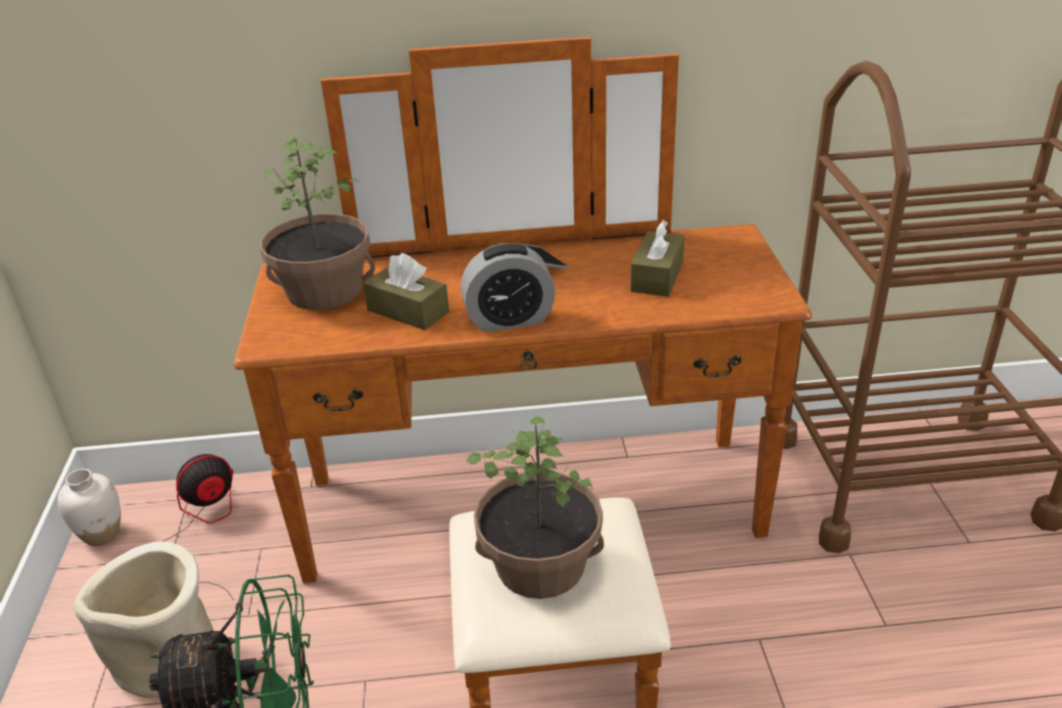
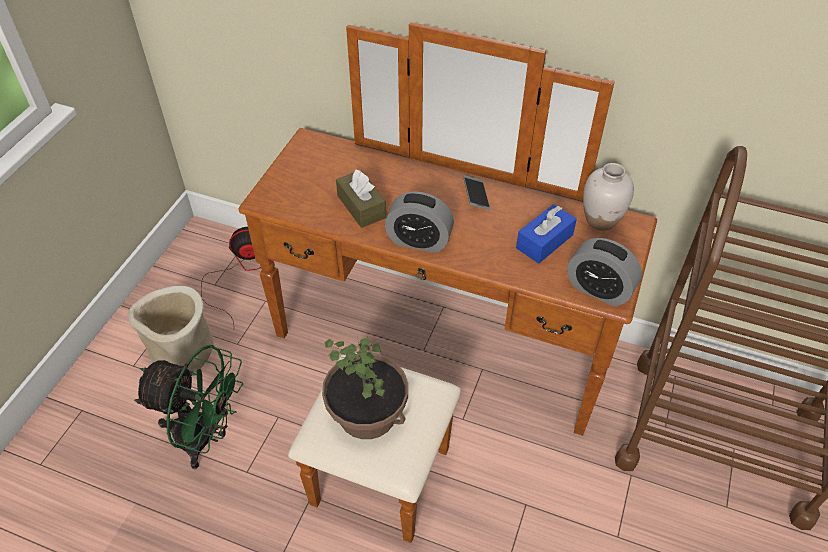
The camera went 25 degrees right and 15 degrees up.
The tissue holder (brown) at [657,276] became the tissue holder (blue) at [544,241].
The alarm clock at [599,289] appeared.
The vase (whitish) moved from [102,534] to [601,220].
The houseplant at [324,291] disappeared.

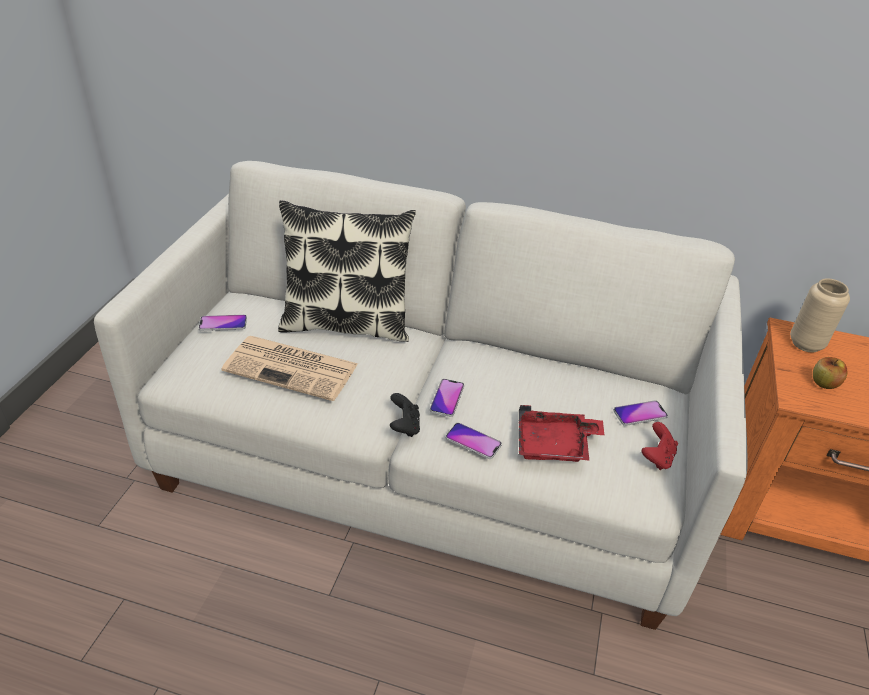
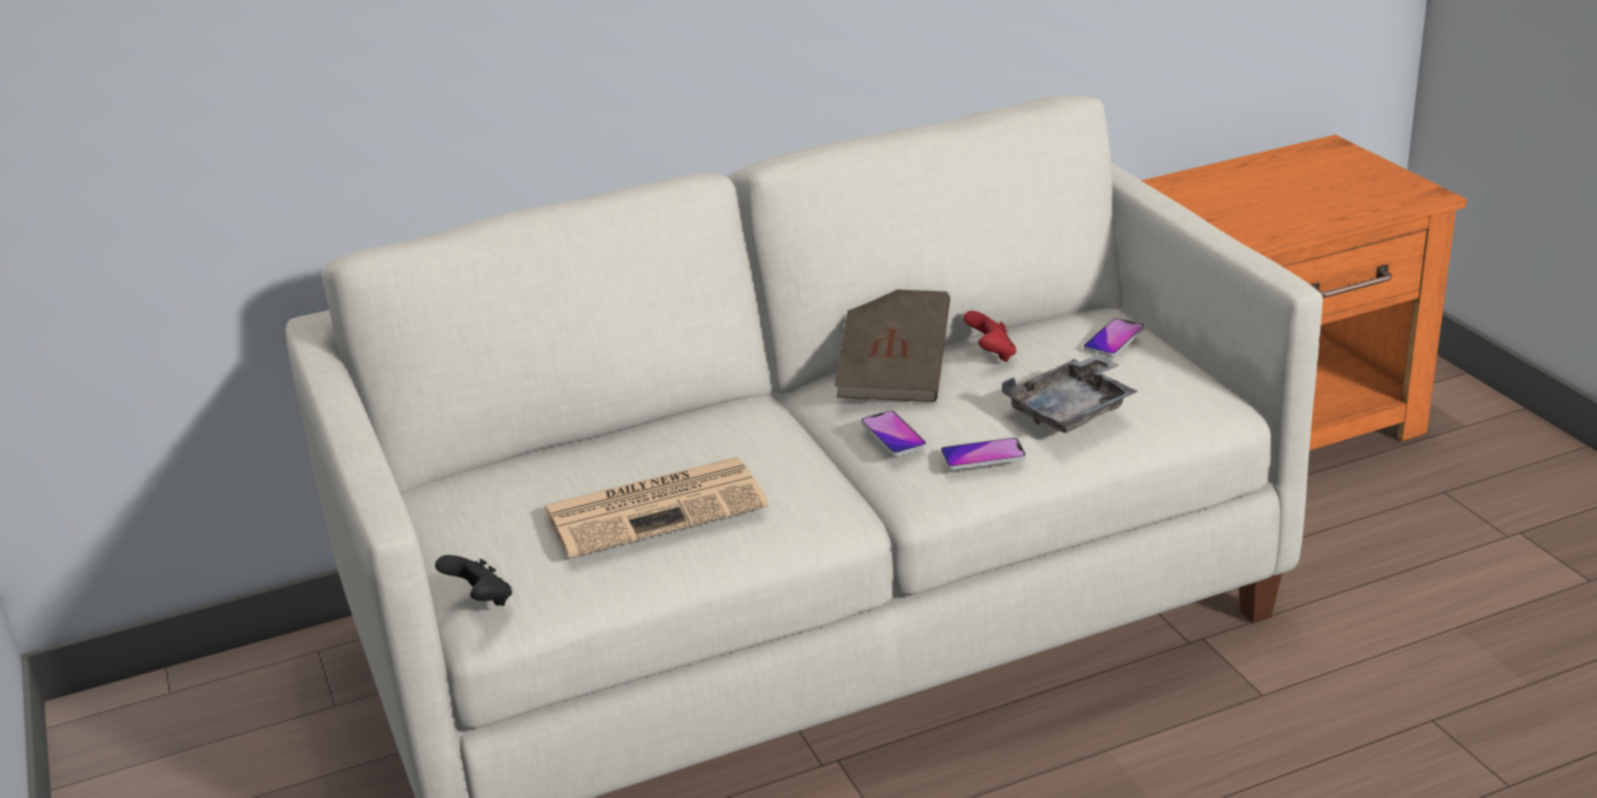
The camera went 35 degrees left and 10 degrees down.
The gamepad (blackish) moved from [404,426] to [481,601].
The volume (brown) at [895,374] appeared.
The gamepad (red) moved from [657,458] to [991,354].
The serving tray (red) at [554,445] became the serving tray (grey) at [1072,410].
The handset at [223,323] disappeared.
The throw pillow at [346,323] disappeared.
The vase (beige) at [806,344] disappeared.
The apple at [824,383] disappeared.

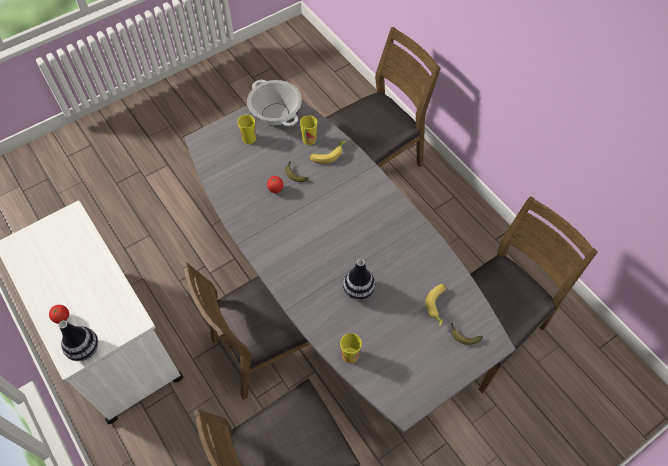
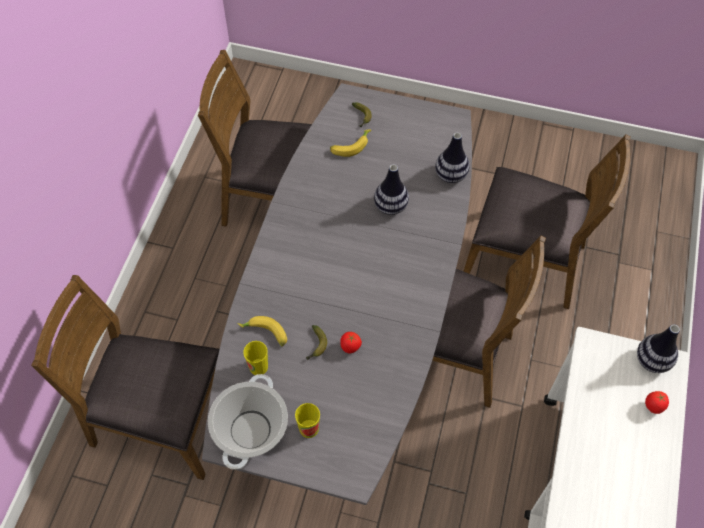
The camera went 130 degrees left and 0 degrees up.
The drinking cup at [350,355] was replaced by the vase at [450,175].

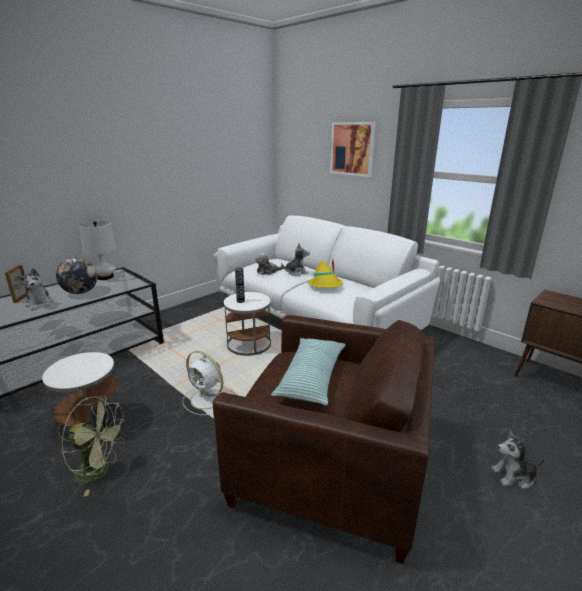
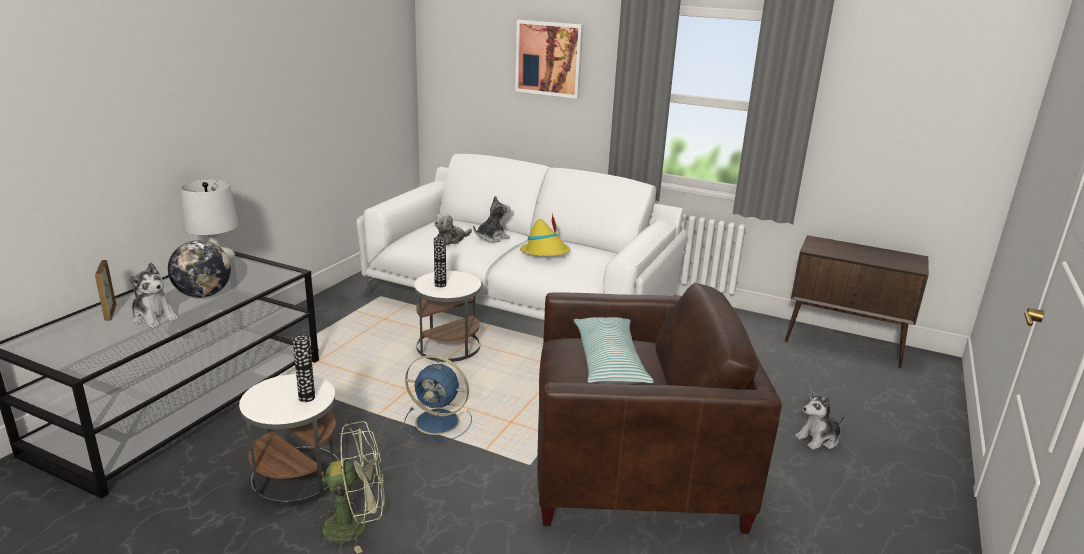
The camera went 20 degrees left and 0 degrees up.
The vase at [307,397] appeared.
The electric fan (whitish) at [208,399] became the electric fan (blue) at [439,422].

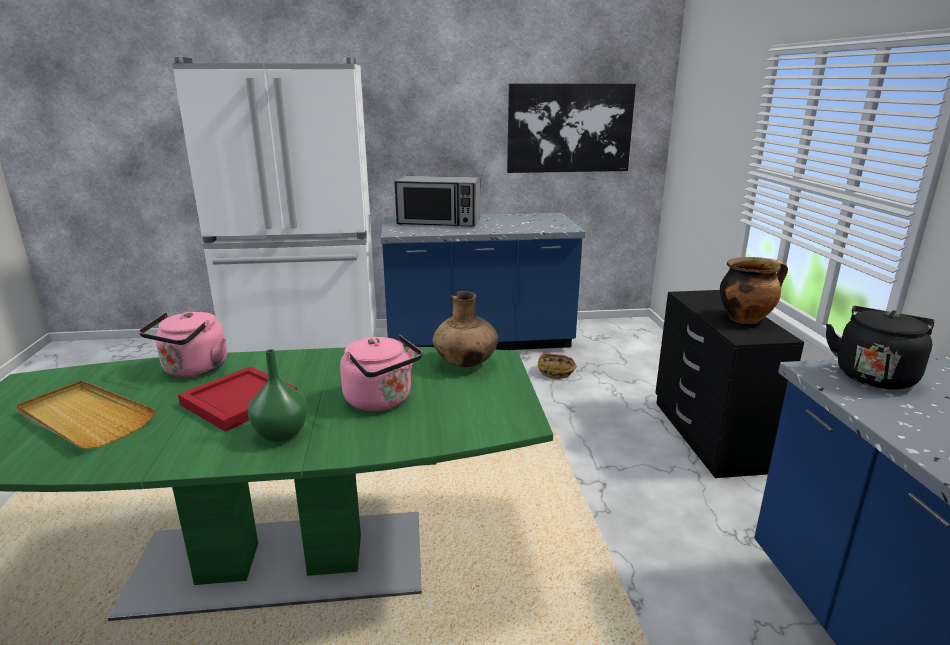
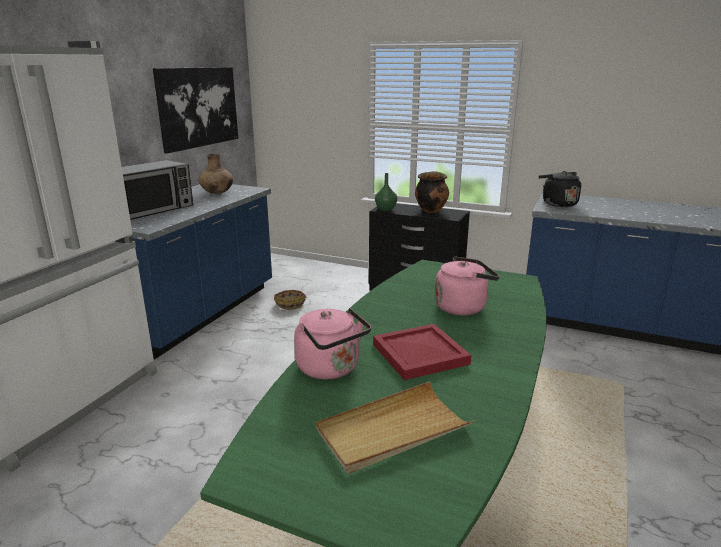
The camera went 60 degrees left and 0 degrees up.
The vase (brown) moved from [466,363] to [217,193].
The vase (green) moved from [280,434] to [385,209].

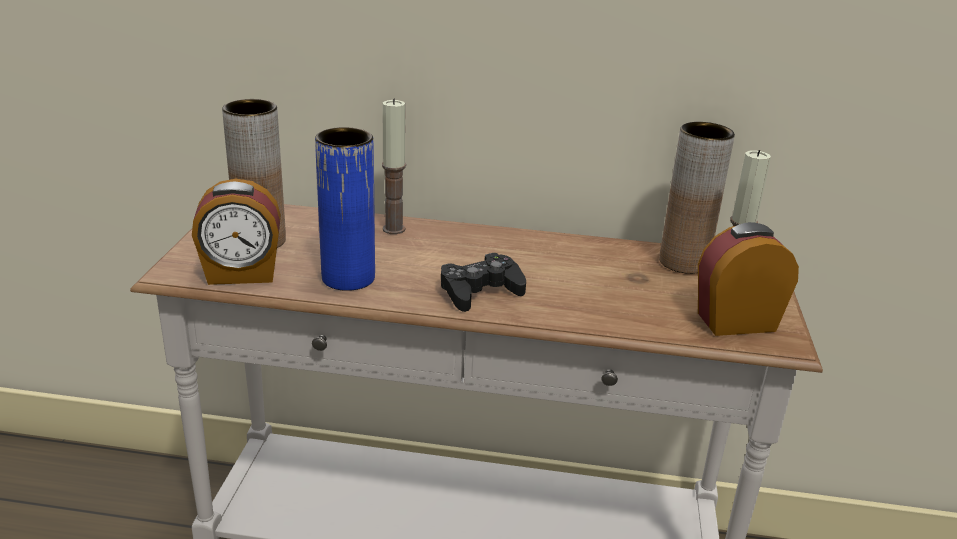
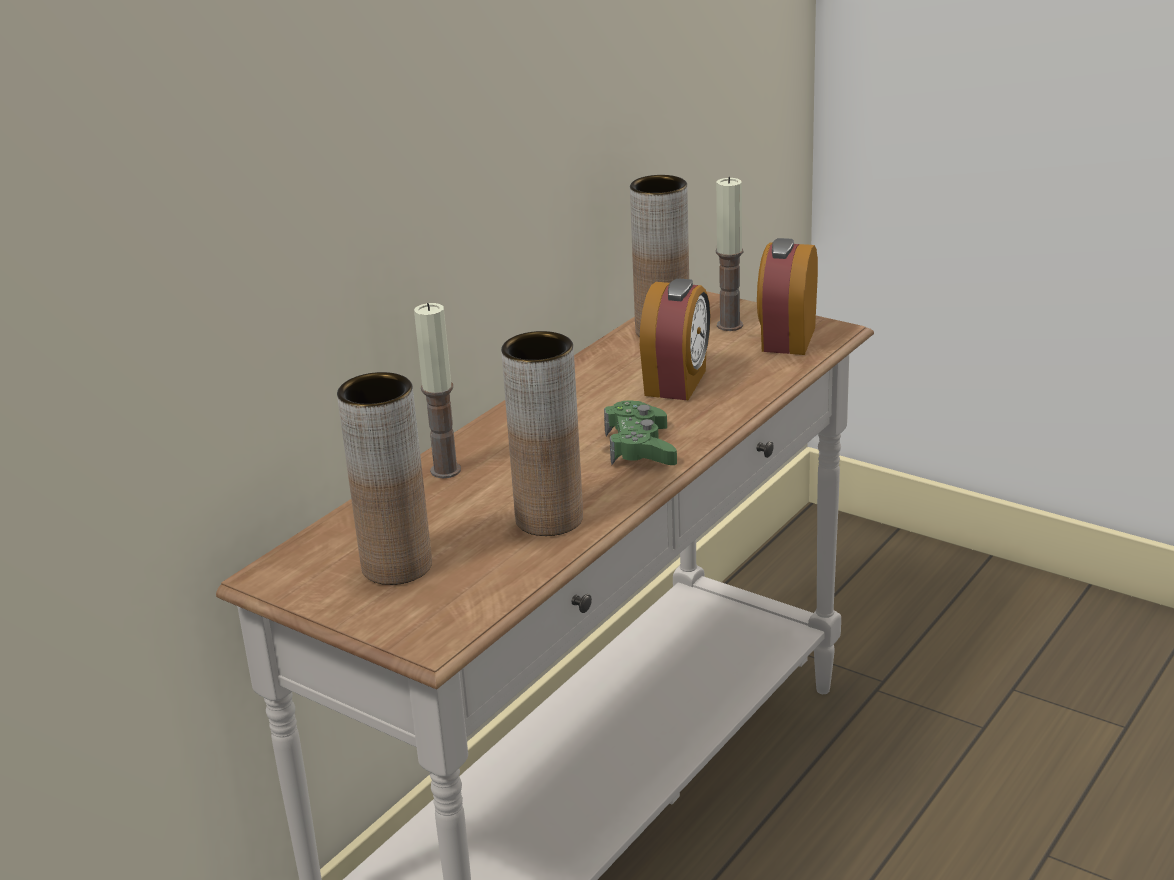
The camera went 60 degrees left and 0 degrees up.
The vase (blue) at [348,278] became the vase (brown) at [549,519].
The gamepad (blackish) at [480,291] became the gamepad (green) at [640,447].
The alarm clock moved from [242,274] to [677,383].

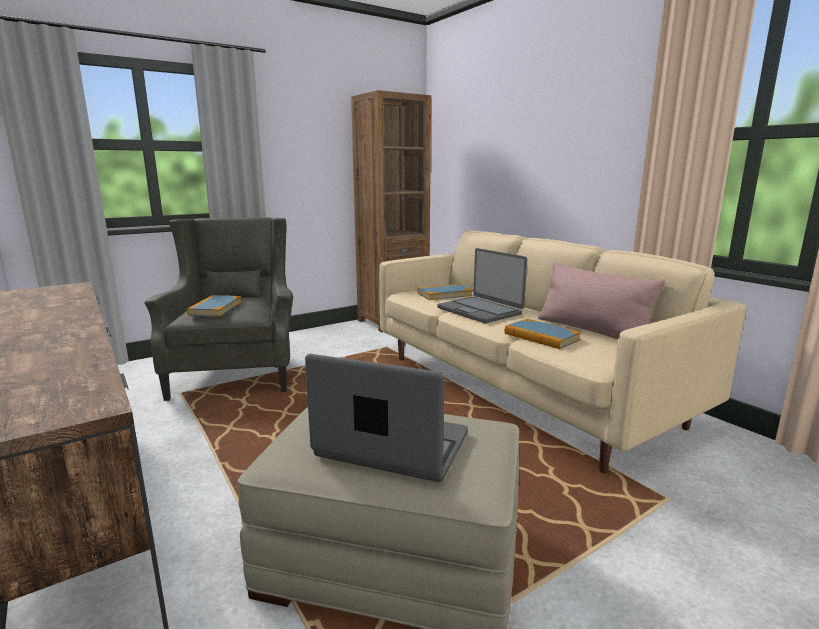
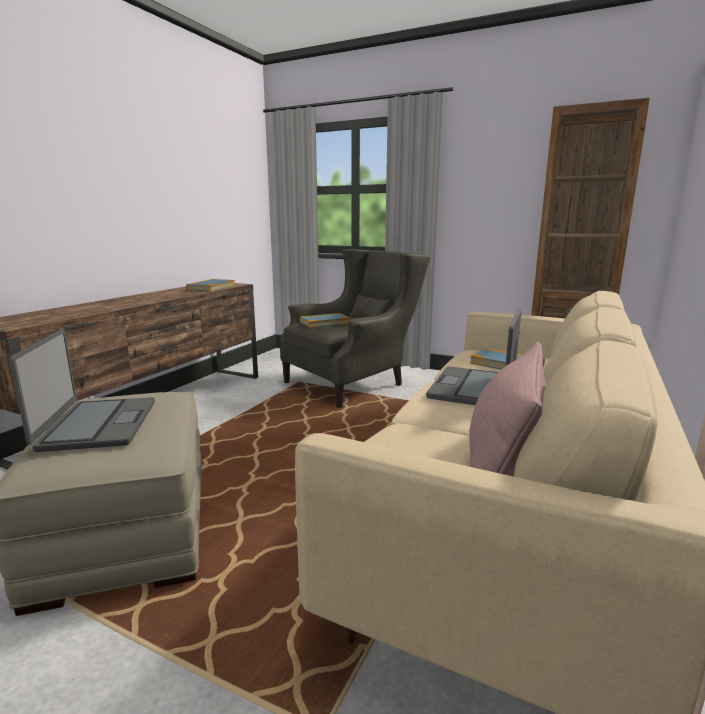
The camera went 60 degrees right and 0 degrees up.
The volume moved from [541,337] to [211,287].

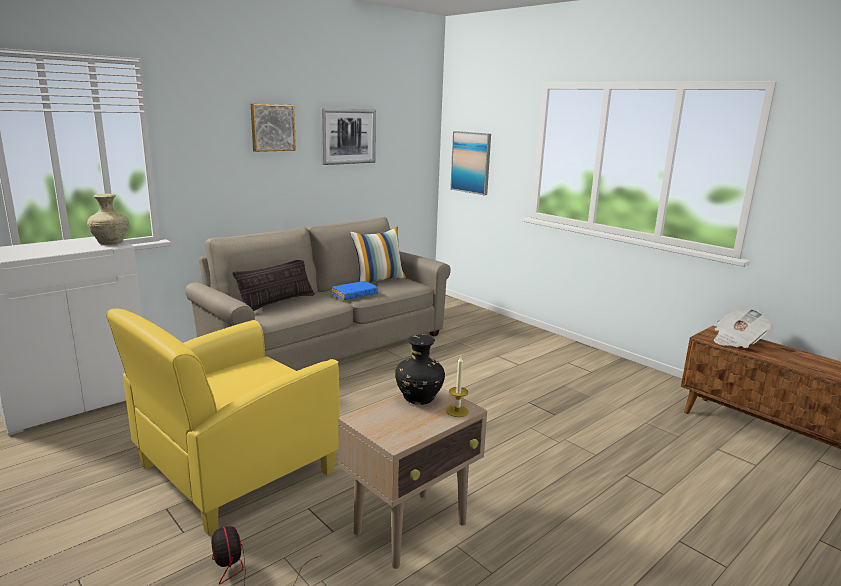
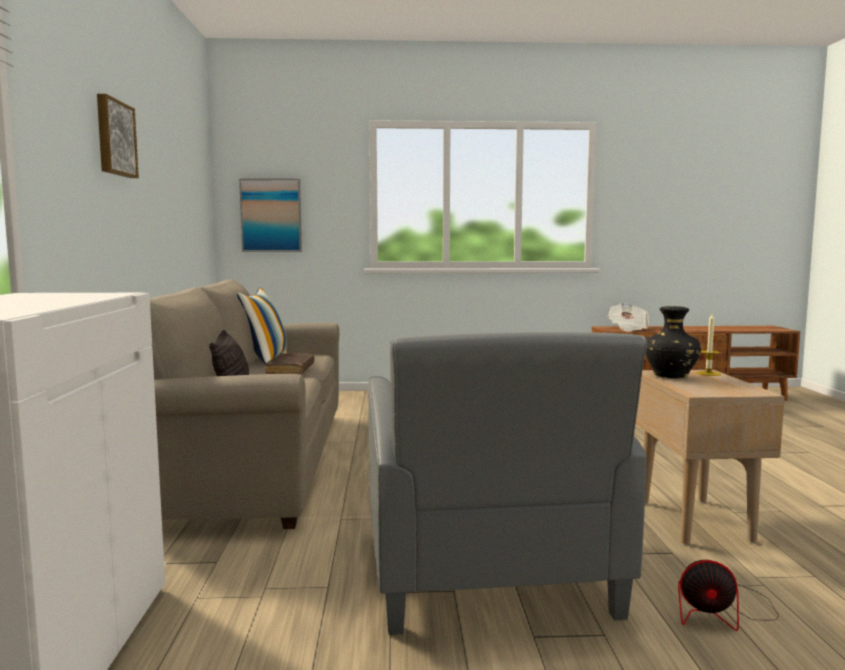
The camera went 50 degrees left and 10 degrees down.
The volume (blue) at [354,295] became the volume (brown) at [290,371].
The armchair (yellow-coloured) at [234,470] became the armchair (grey) at [487,574].
The vase (beige) at [111,242] disappeared.
The wall art at [348,136] disappeared.

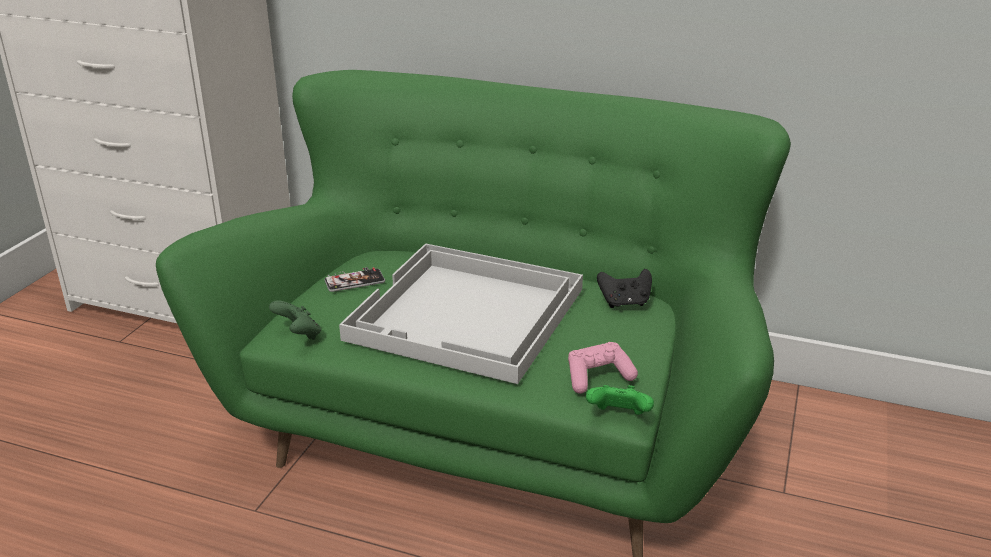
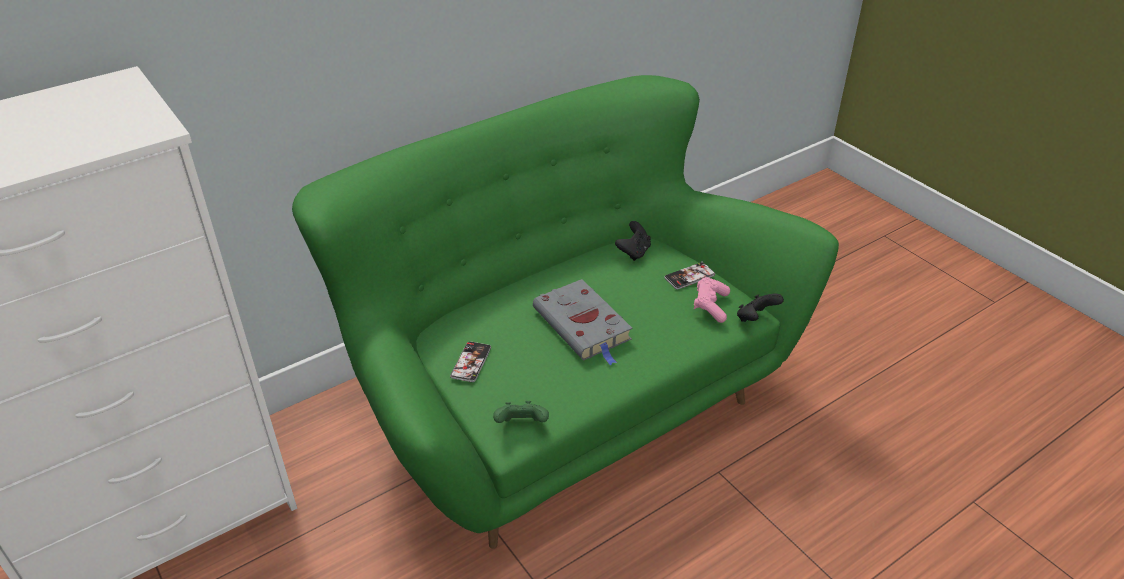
The camera went 55 degrees left and 10 degrees up.
The serving tray (whitish) at [467,315] was replaced by the volume (grey) at [584,326].
The handset at [689,276] appeared.
The gamepad (green) at [619,416] became the gamepad (blackish) at [755,319].

